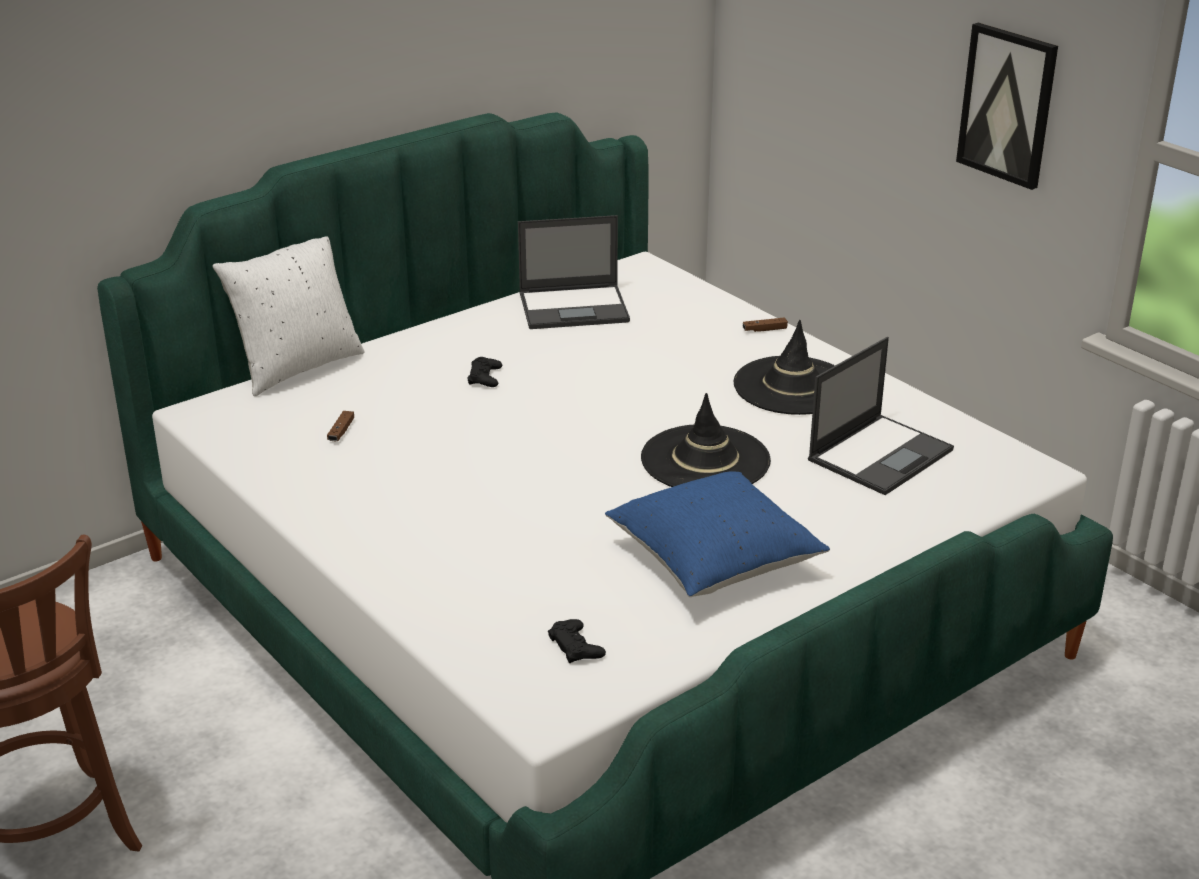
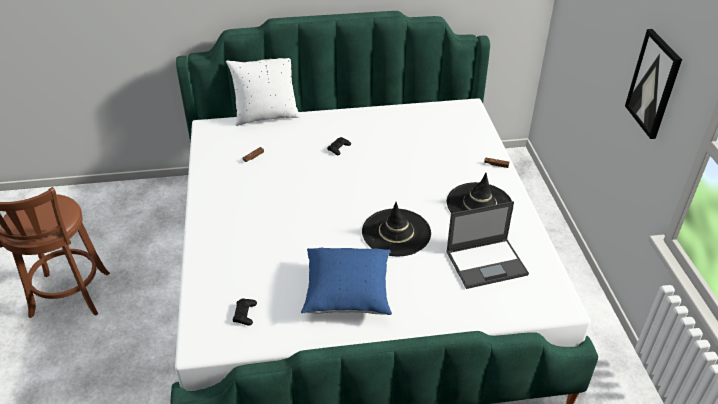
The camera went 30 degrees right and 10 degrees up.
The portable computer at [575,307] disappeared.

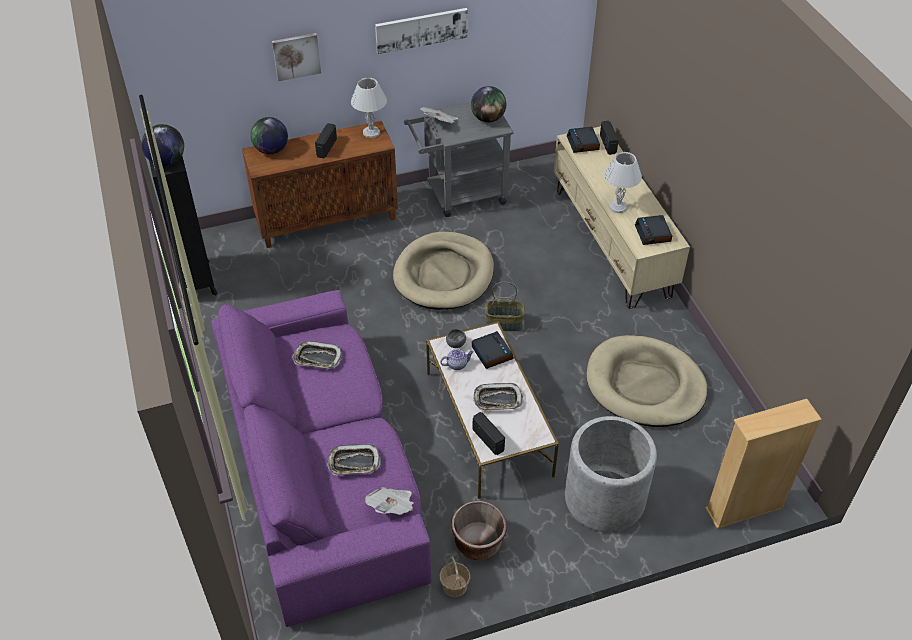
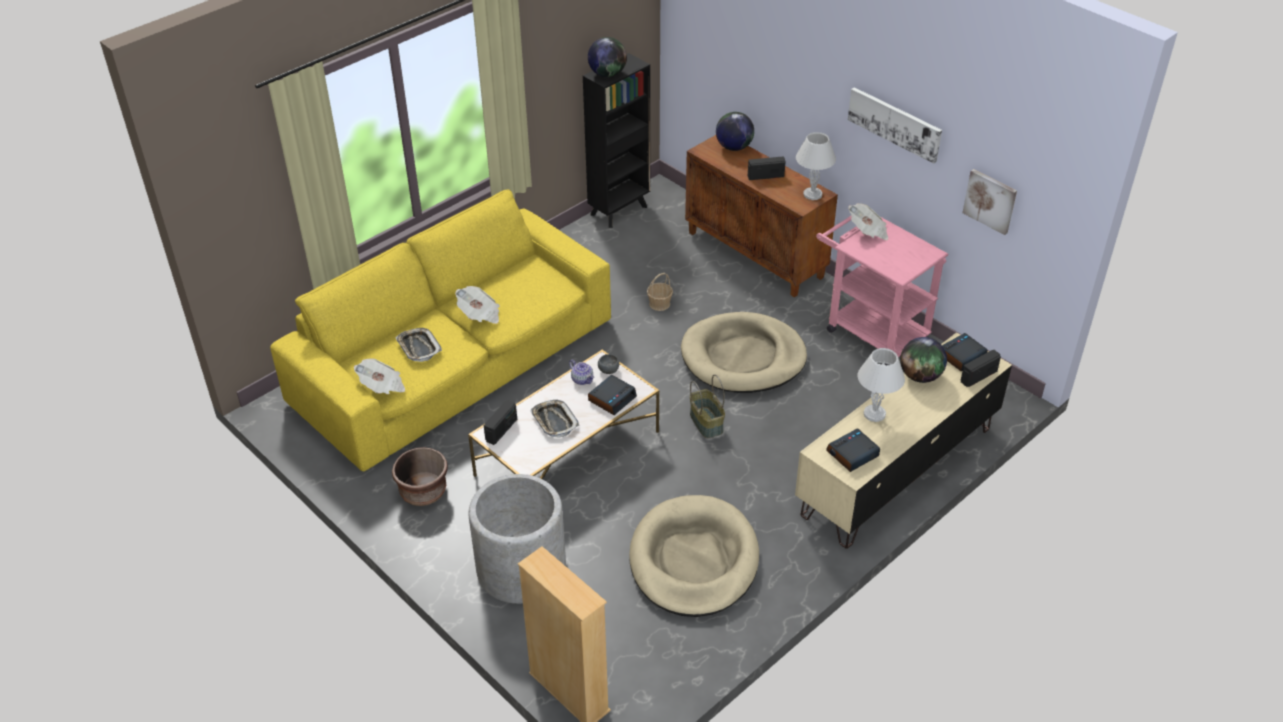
The camera went 65 degrees right and 5 degrees down.
The sofa (purple-coloured) at [322,467] became the sofa (yellow-coloured) at [455,363].
The daily paper at [480,314] appeared.
The basket moved from [454,585] to [660,304].
The cart (grey) at [459,195] became the cart (pink) at [870,329].
The desk globe moved from [488,118] to [920,376].
The wall art moved from [296,56] to [990,201].
The serving tray at [317,358] disappeared.

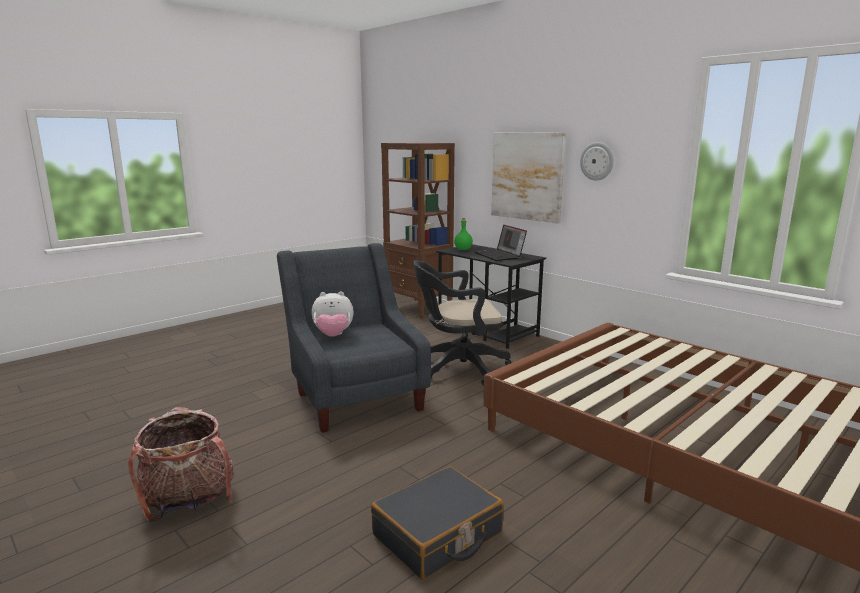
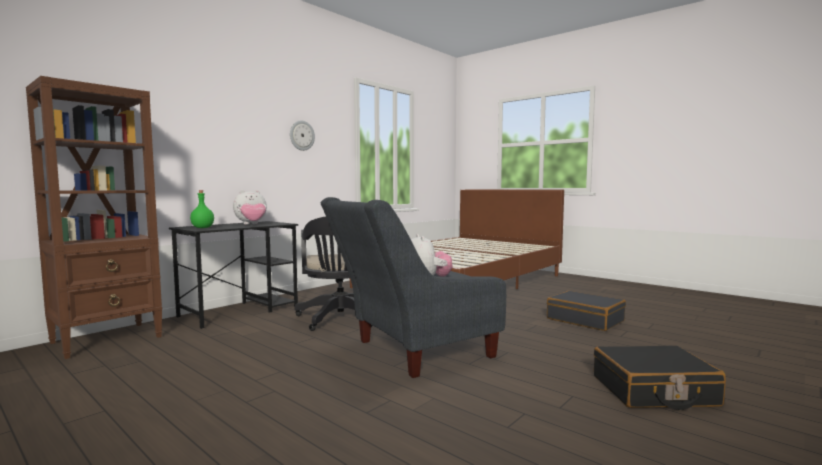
The camera went 95 degrees left and 10 degrees down.
The portable computer at [500,256] was replaced by the cuddly toy at [251,224].
The knapsack at [189,502] was replaced by the piece of luggage (blackish) at [654,391].
The wall art at [527,176] disappeared.

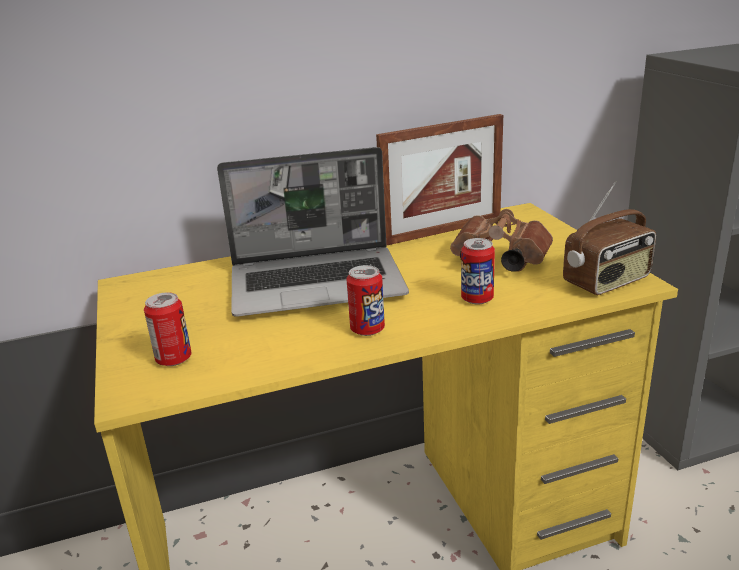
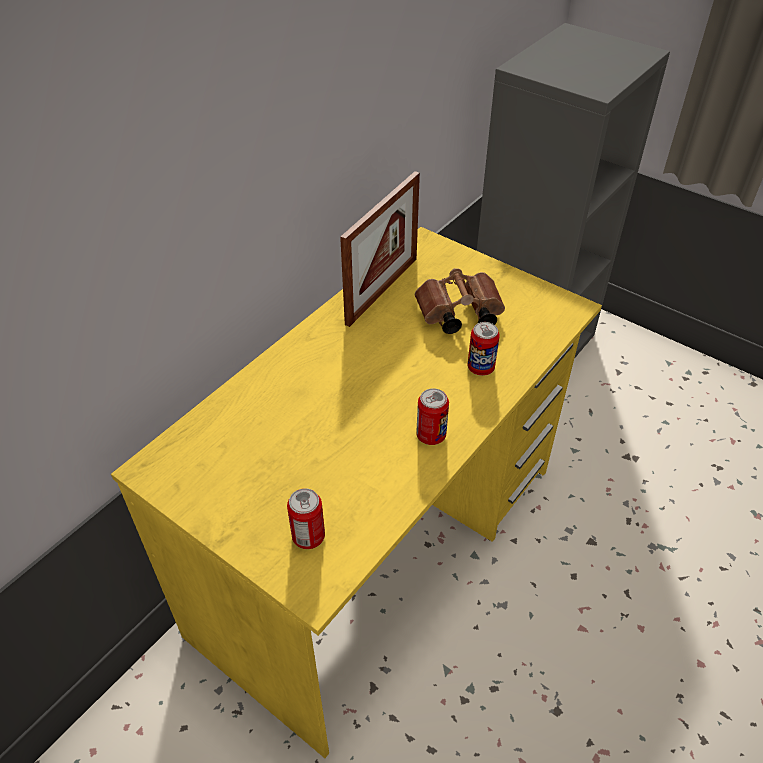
The camera went 35 degrees left and 20 degrees up.
The portable computer at [318,283] disappeared.
The radio set at [607,282] disappeared.

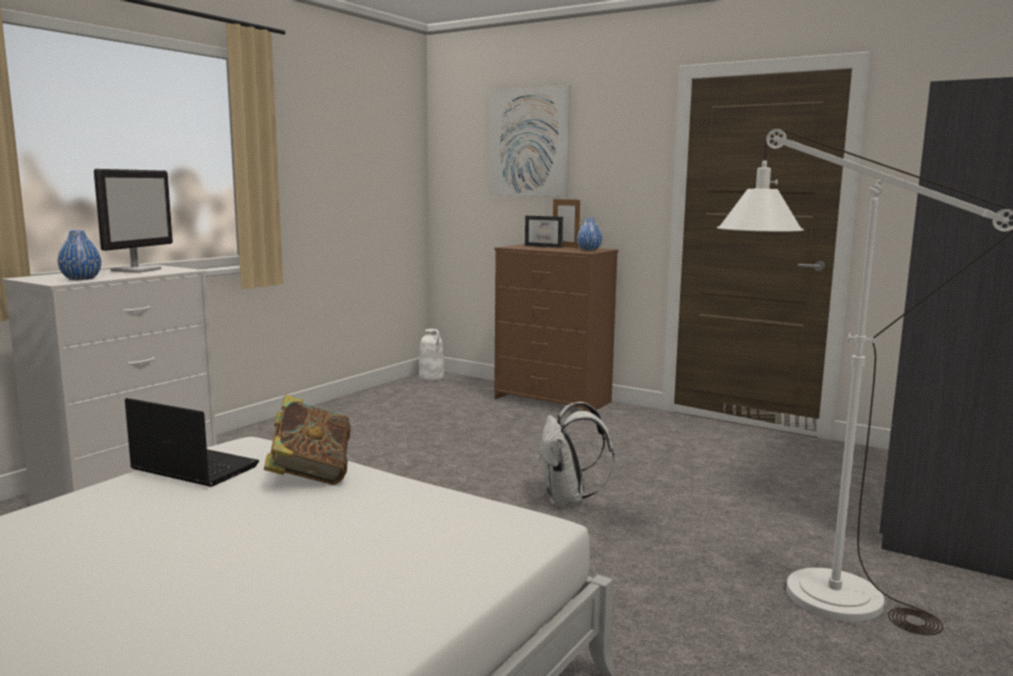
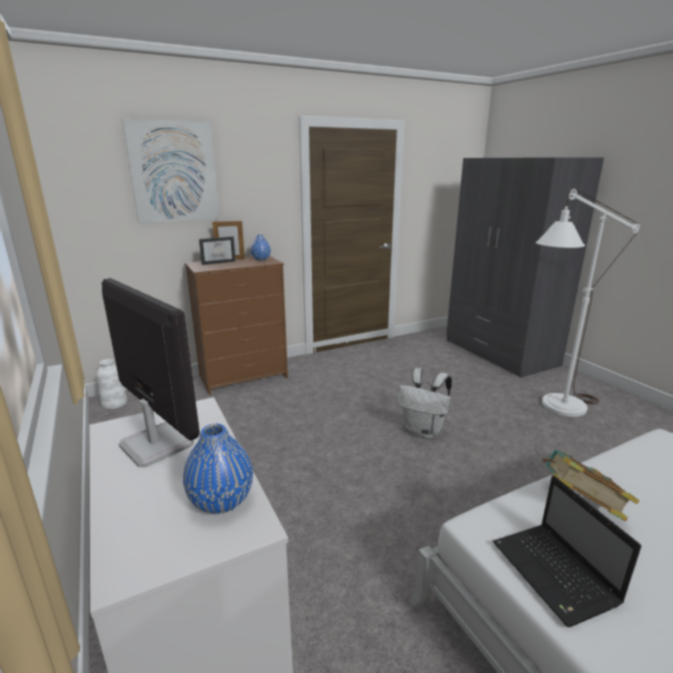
The camera went 60 degrees left and 10 degrees up.
The portable computer at [192,468] turned 75 degrees counterclockwise.

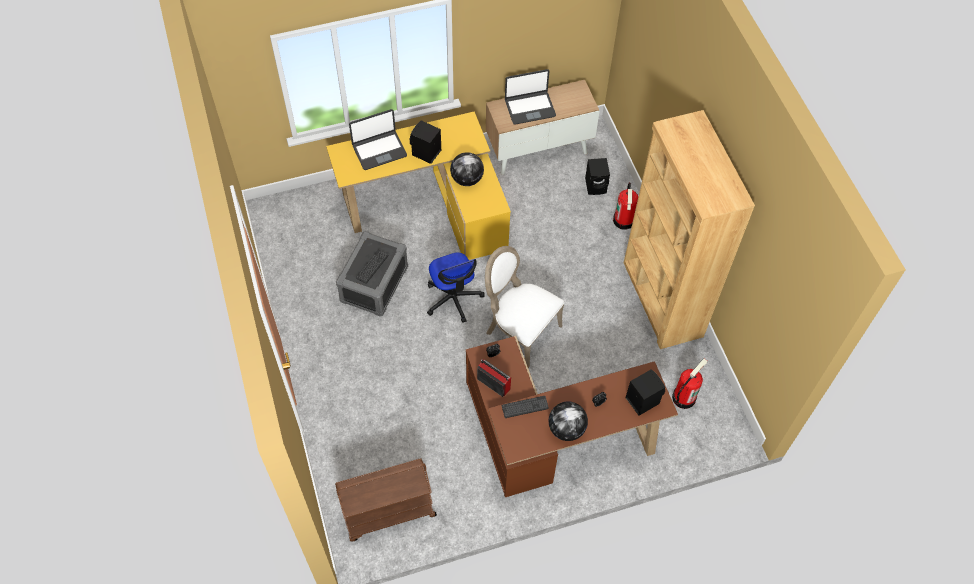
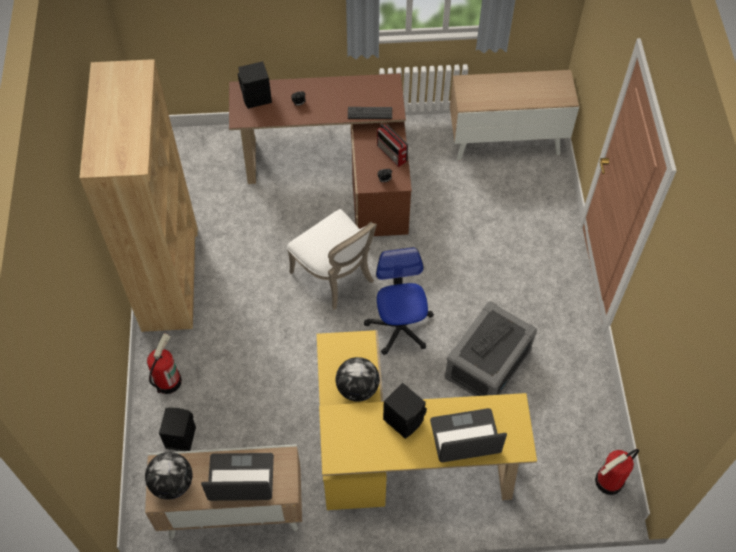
The camera went 165 degrees left and 0 degrees up.
The desk globe moved from [566,429] to [172,483].
The cart (brown) at [388,513] was replaced by the storage cabinet at [506,140].
The extinguisher moved from [683,397] to [609,481].

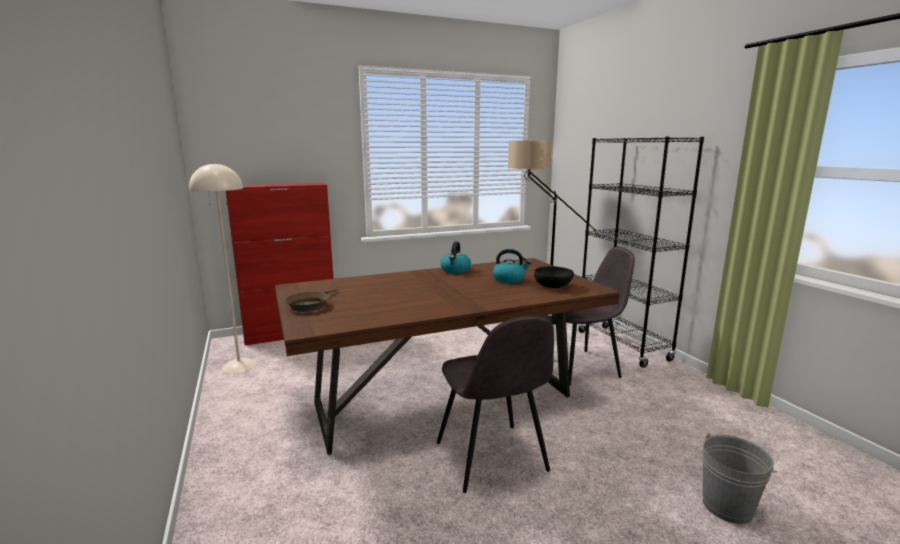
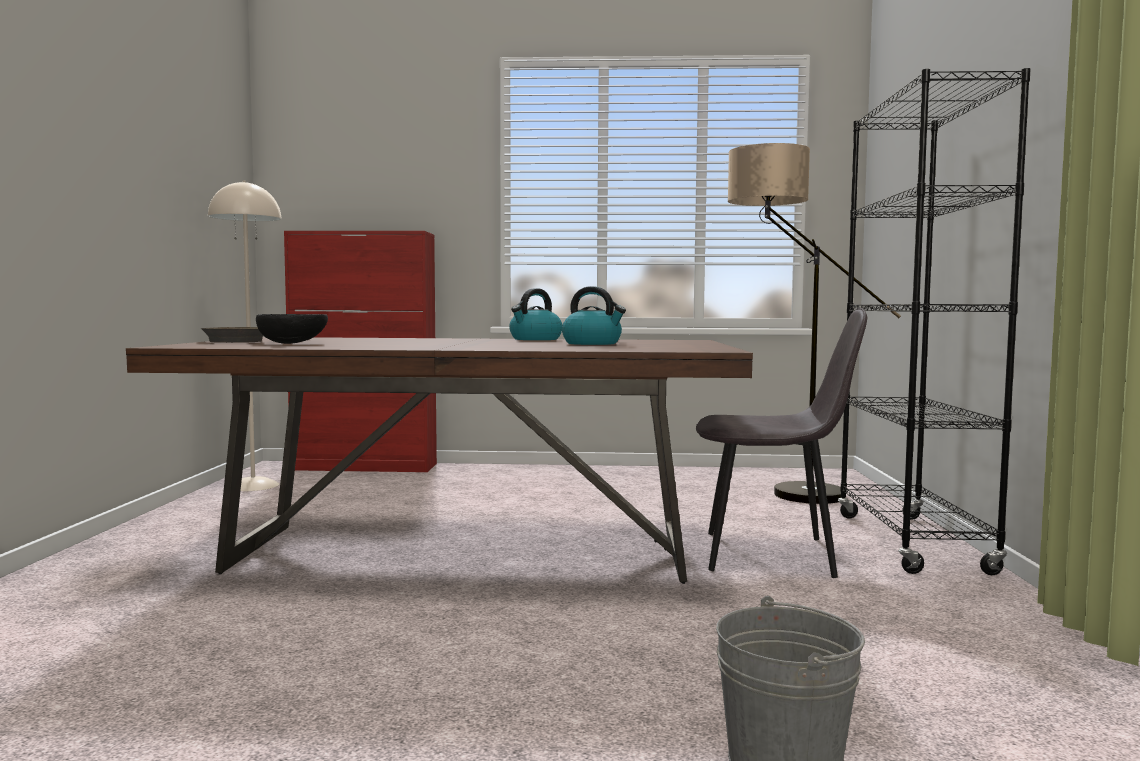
The camera went 25 degrees right and 10 degrees down.
The serving bowl (blackish) moved from [553,286] to [293,343].
The plain chair (grey) at [492,458] disappeared.

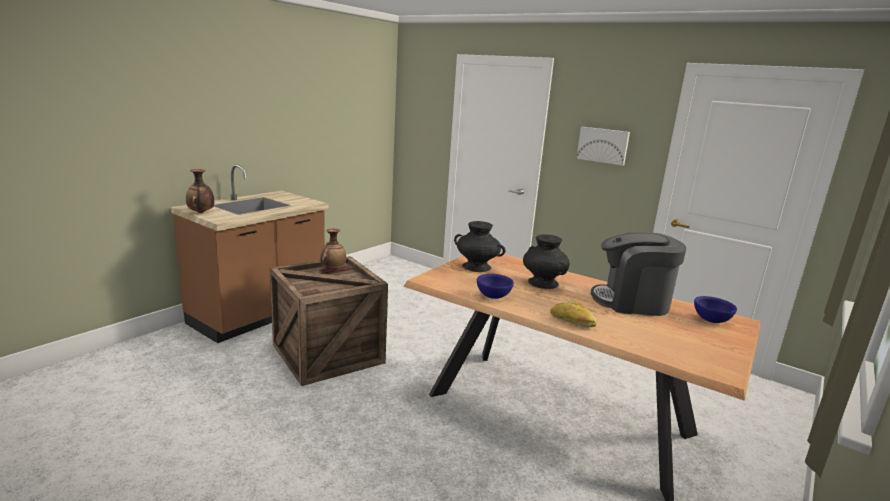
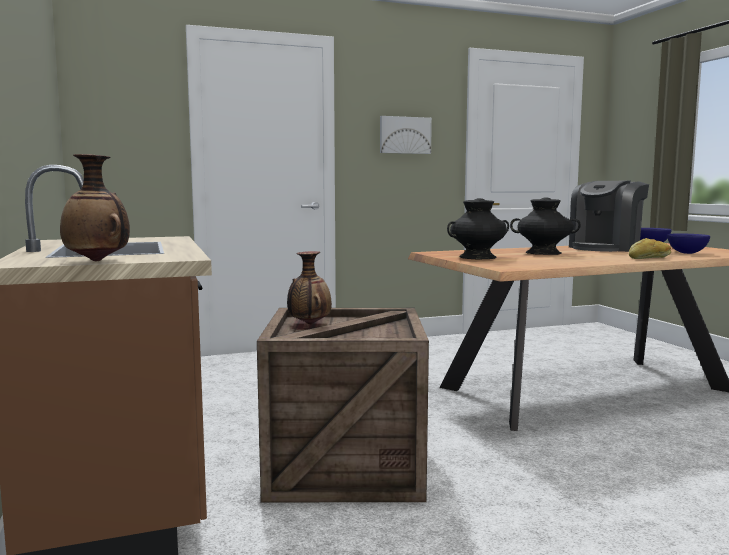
The camera went 55 degrees left and 10 degrees down.
The serving bowl (blue) moved from [494,297] to [687,253].

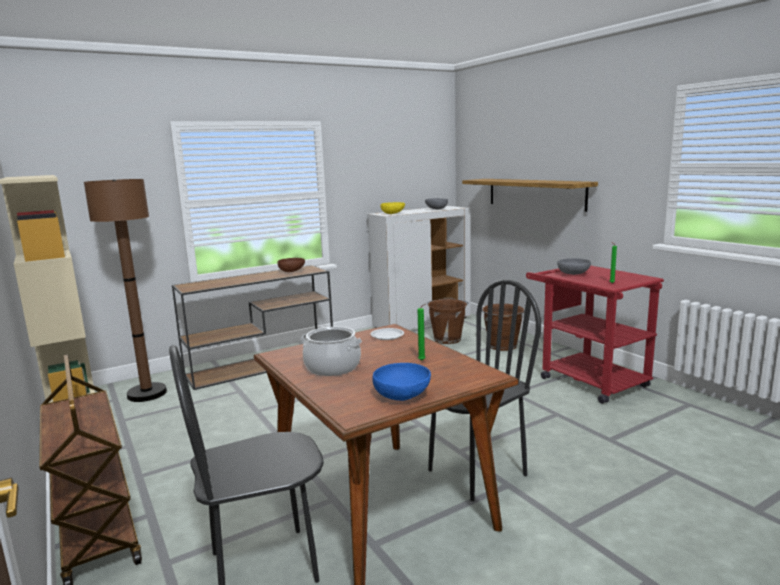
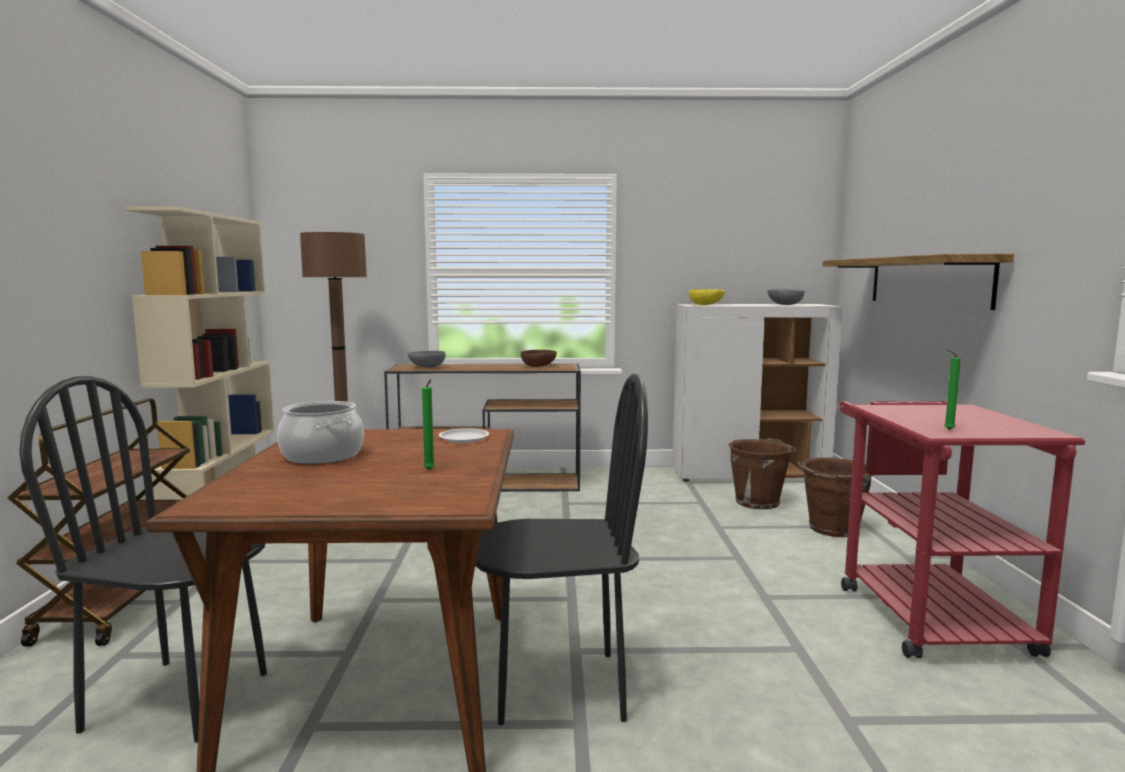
The camera went 30 degrees right and 5 degrees down.
The serving bowl (grey) moved from [573,274] to [427,367].
The serving bowl (blue) at [403,396] disappeared.

